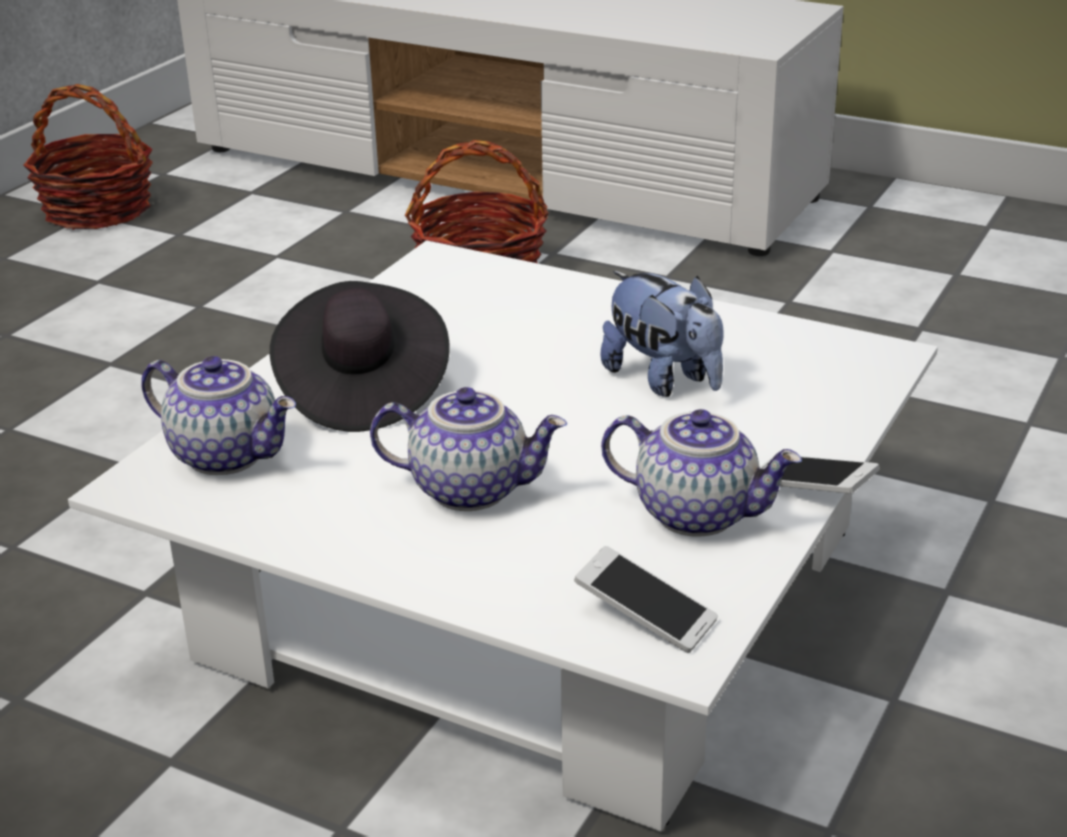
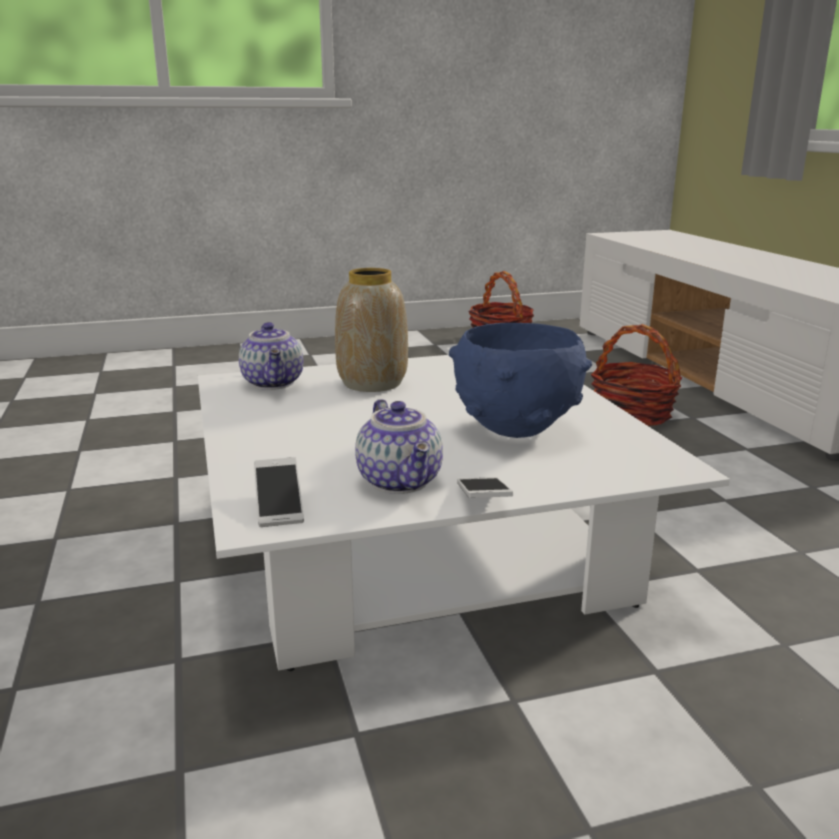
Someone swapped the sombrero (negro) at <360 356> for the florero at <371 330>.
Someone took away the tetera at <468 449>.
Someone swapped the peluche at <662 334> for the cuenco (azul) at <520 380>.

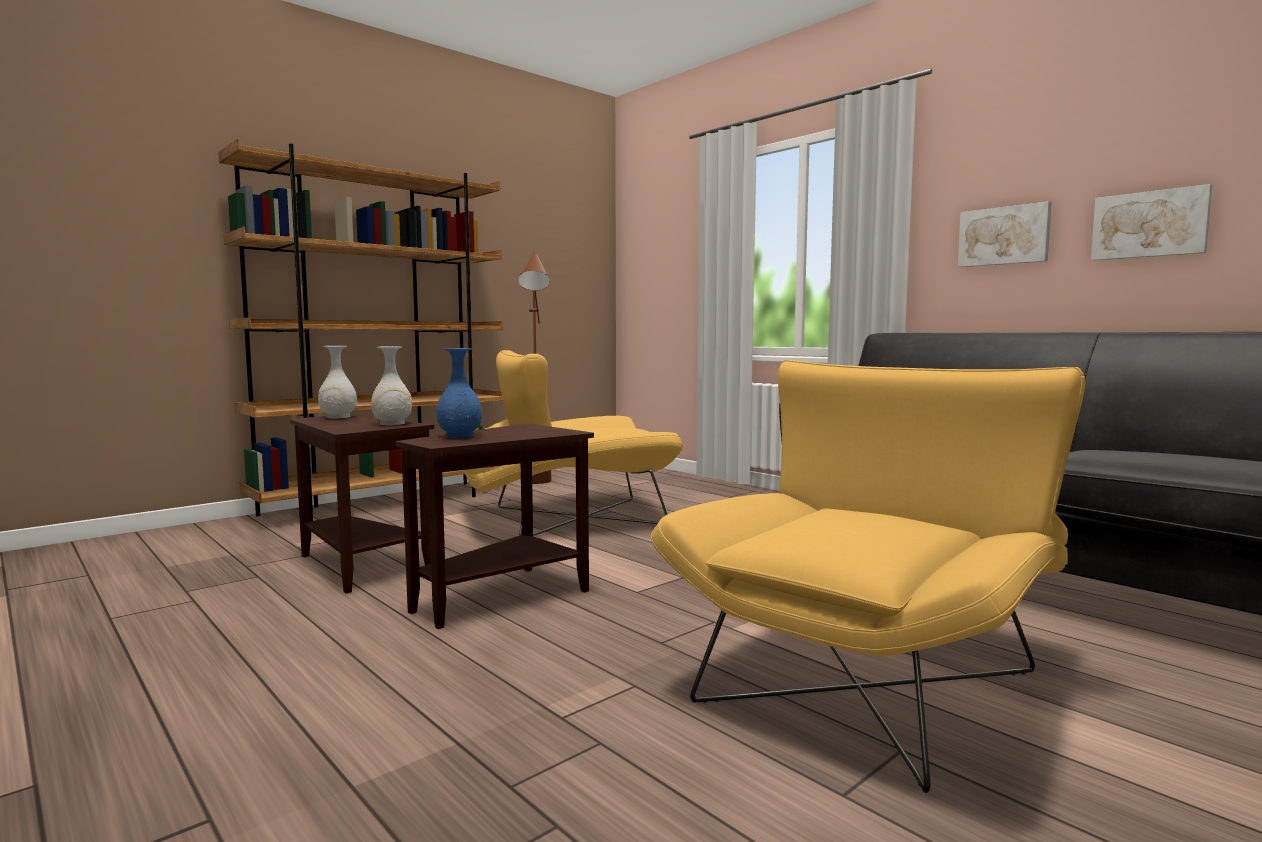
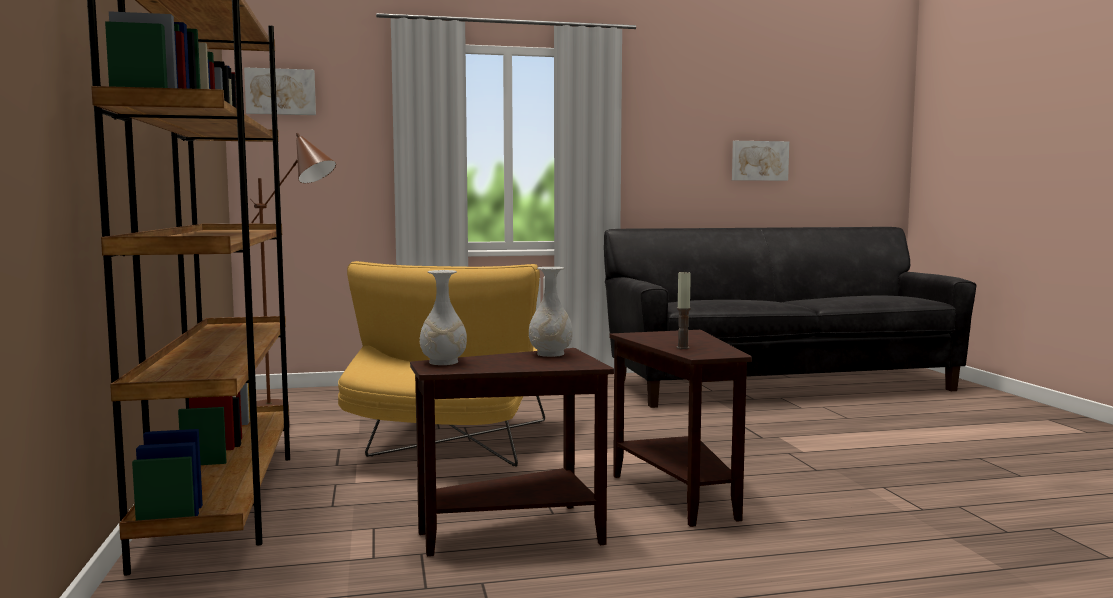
Someone swapped the florero (azul) at <459 393> for the vela at <683 309>.
Someone took away the sillón (amarillo) at <868 576>.
Someone carried the cuadro from <1005 234> to <280 91>.

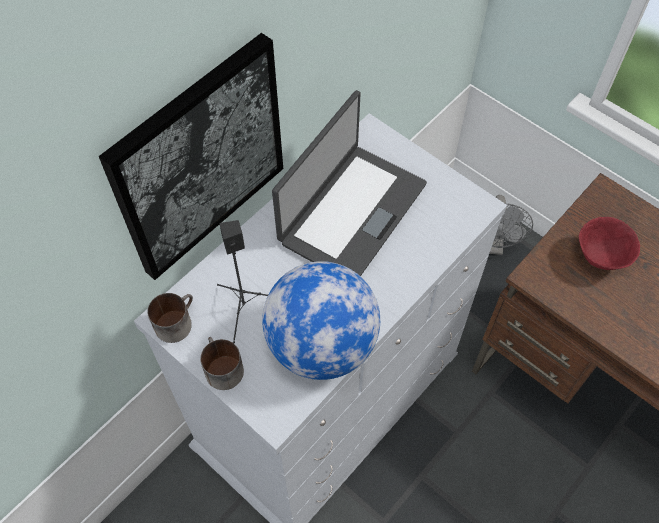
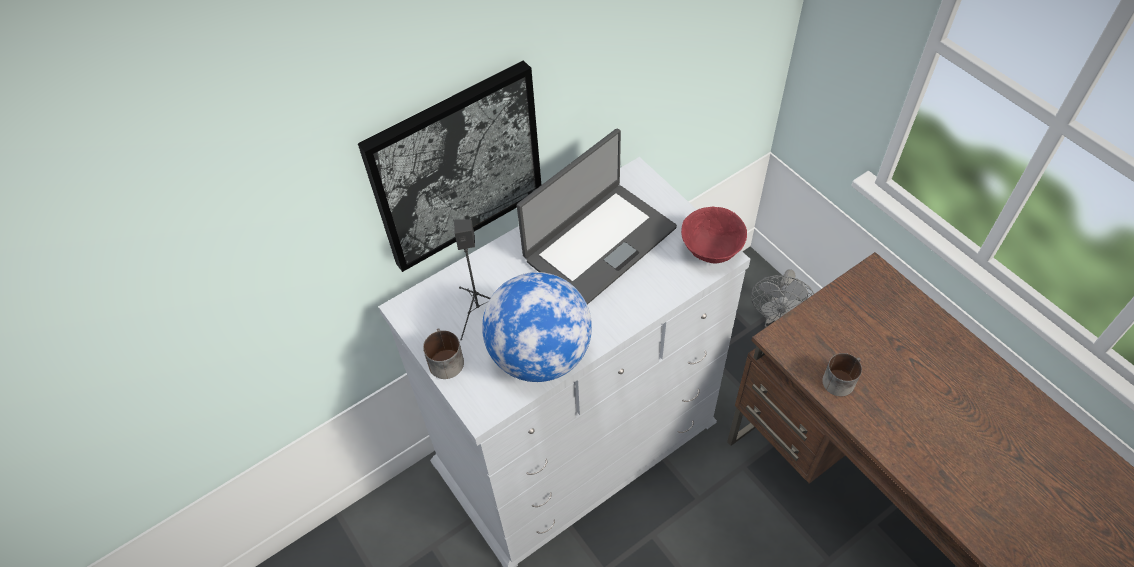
Someone carried the taza grande from <170 318> to <842 374>.
Someone carried the cuenco (rojo) from <609 243> to <714 235>.

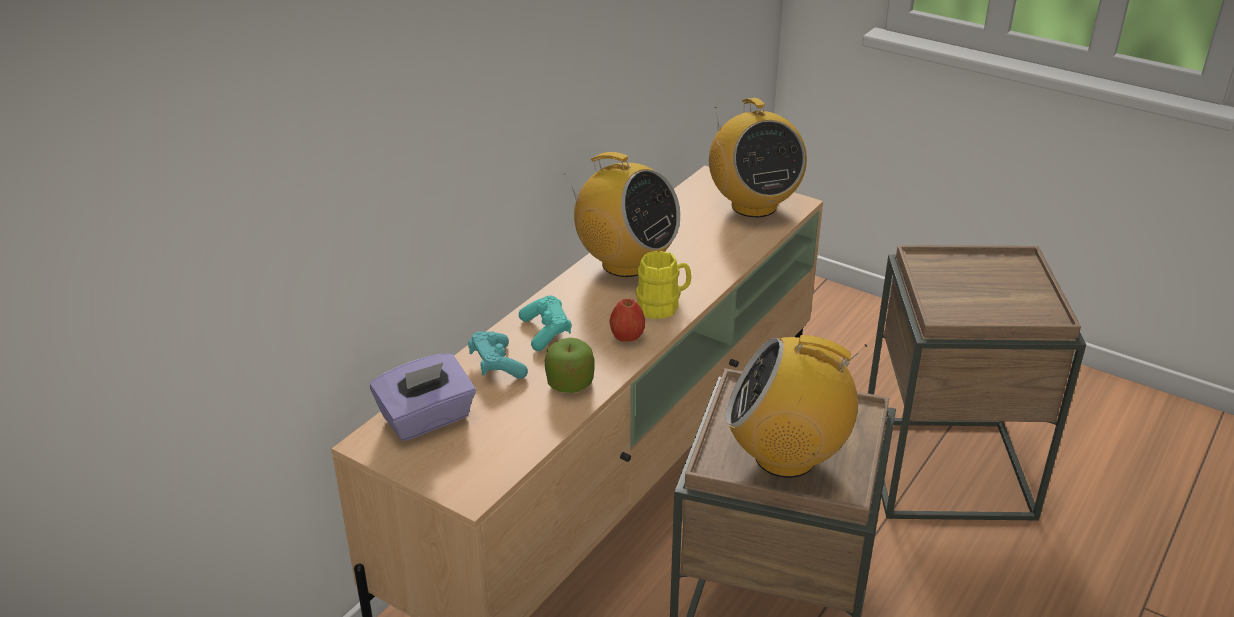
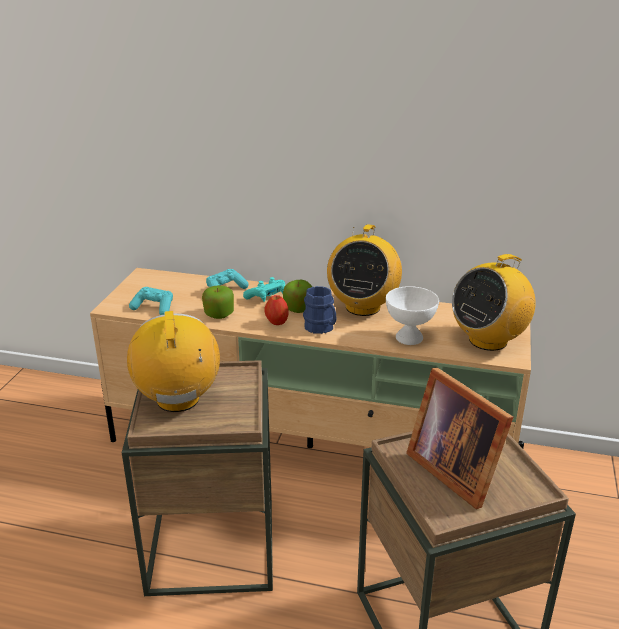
Someone took away the caja de pañuelos (morado) at <423 397>.
Someone repainted the taza grande (amarillo) at <663 285>, which became the taza grande (azul) at <319 310>.
Someone put down the mando de consola (turquesa) at <151 301>.
Someone put down the manzana at <297 296>.
Someone put down the cuenco (blanco) at <412 315>.
Someone put down the portarretratos at <460 438>.

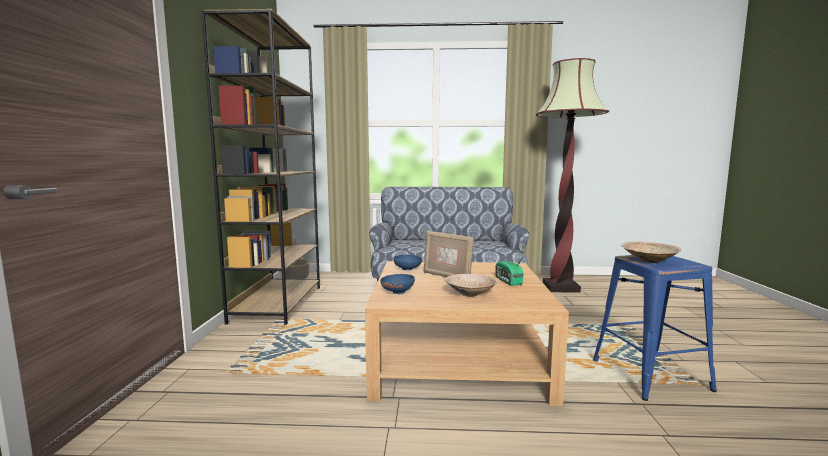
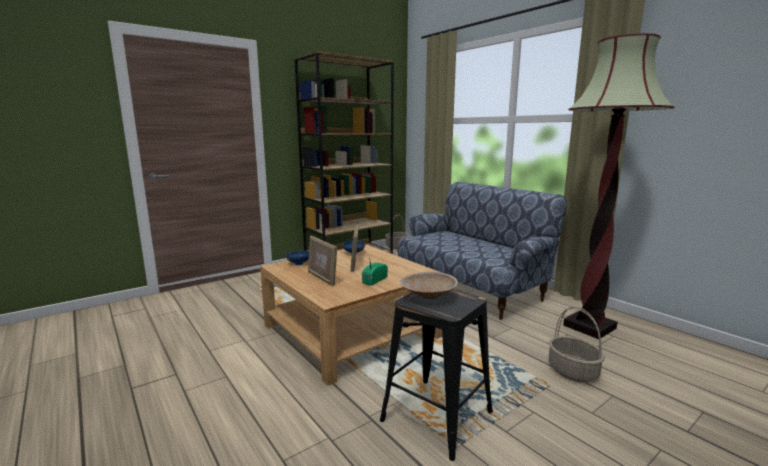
Someone swapped the cuenco (beis) at <471 285> for the portarretratos at <322 261>.
Someone repainted the taburete (azul) at <655 328>, which became the taburete (negro) at <436 375>.
Someone put down the cesta at <577 344>.

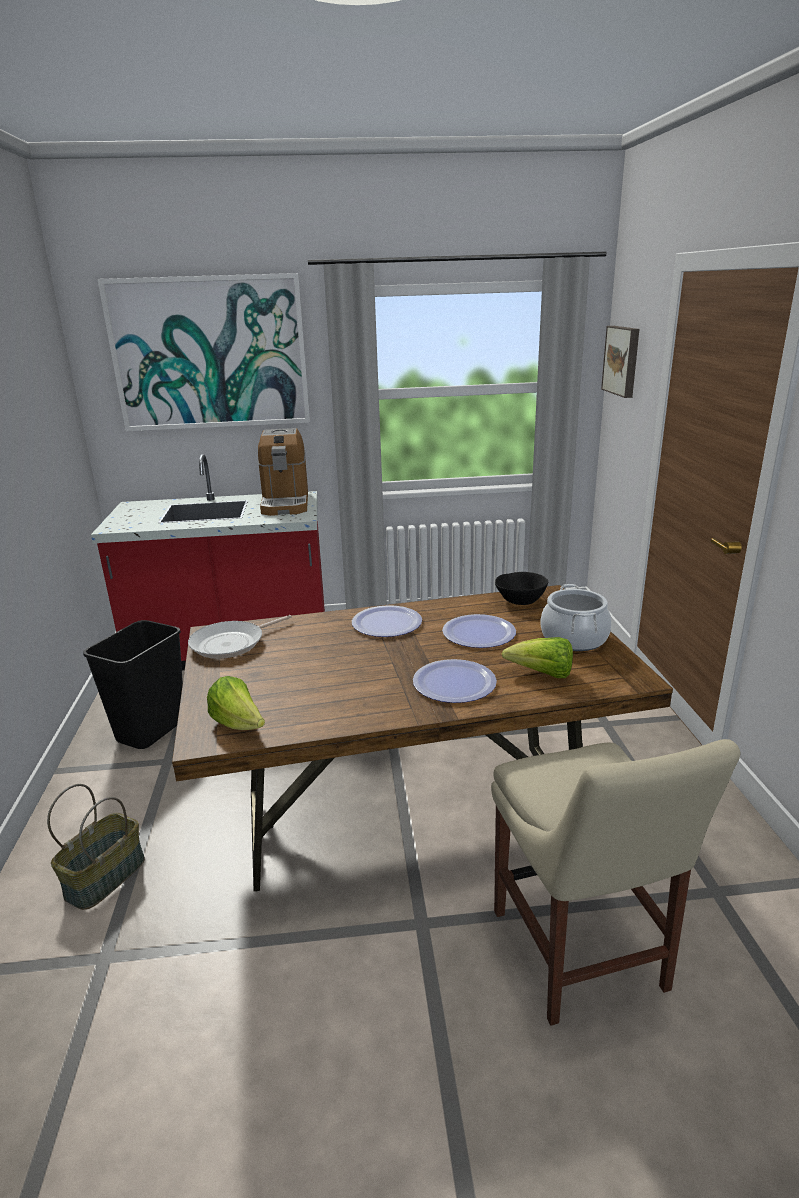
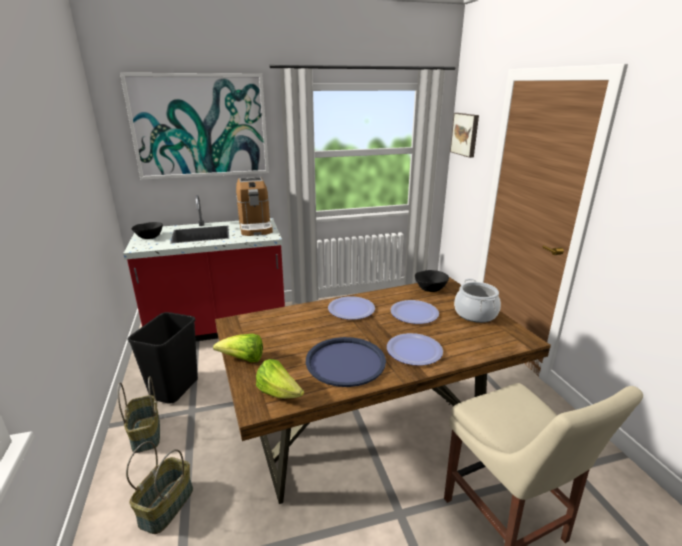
Someone took away the sartén at <240 637>.
Someone carried the lechuga from <537 657> to <238 348>.
Someone put down the cesta at <138 414>.
Someone put down the cuenco (negro) at <147 230>.
Someone put down the bandeja (azul) at <346 362>.

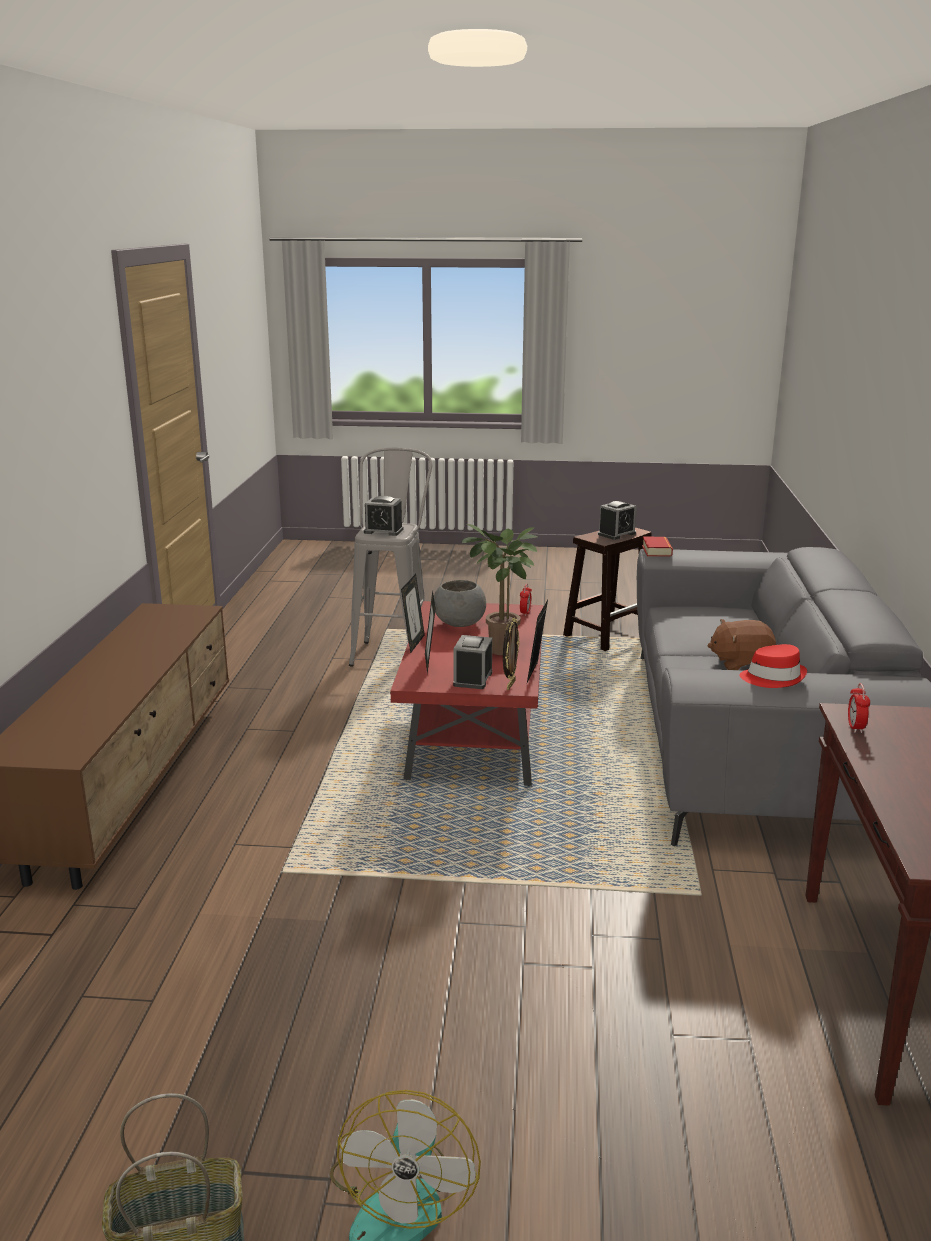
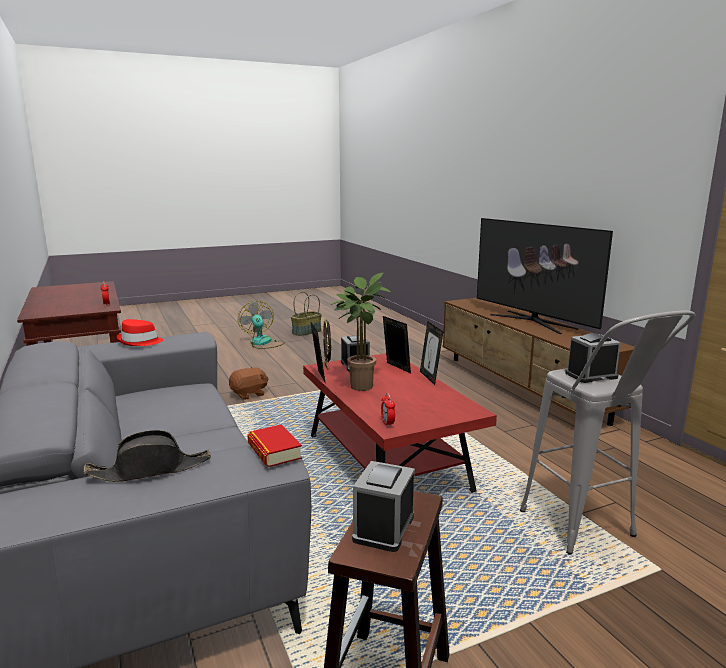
Someone took away the cuenco (gris) at <460 603>.
Someone carried the peluche (marrón) from <741 644> to <248 383>.
Someone put down the sombrero (negro) at <147 456>.
Someone put down the televisor at <545 276>.

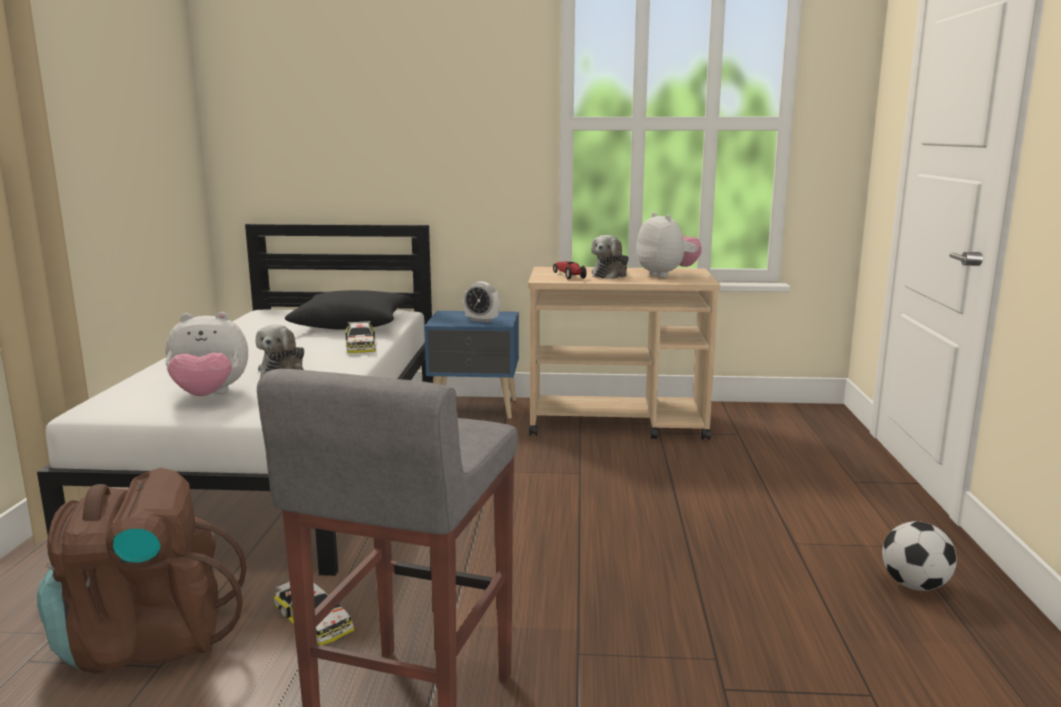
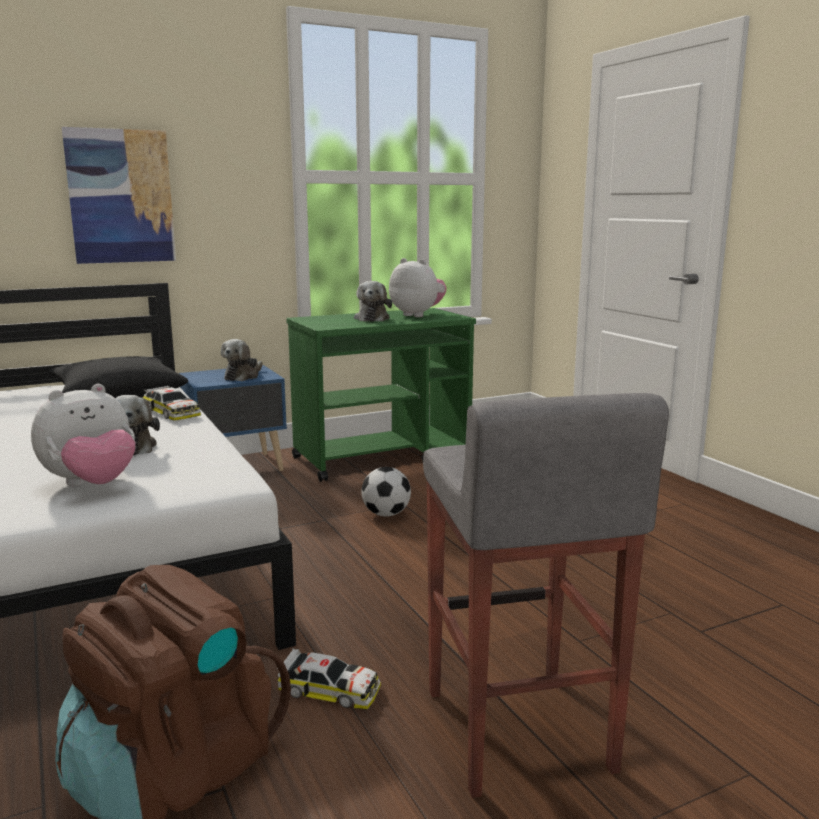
Someone swapped the despertador at <481 302> for the peluche at <241 360>.
Someone repainted the carrito (beis) at <624 353>, which became the carrito (verde) at <381 395>.
Someone took away the coche de juguete at <570 271>.
Someone carried the balón de fútbol from <919 556> to <386 492>.
Someone put up the cuadro at <119 195>.

